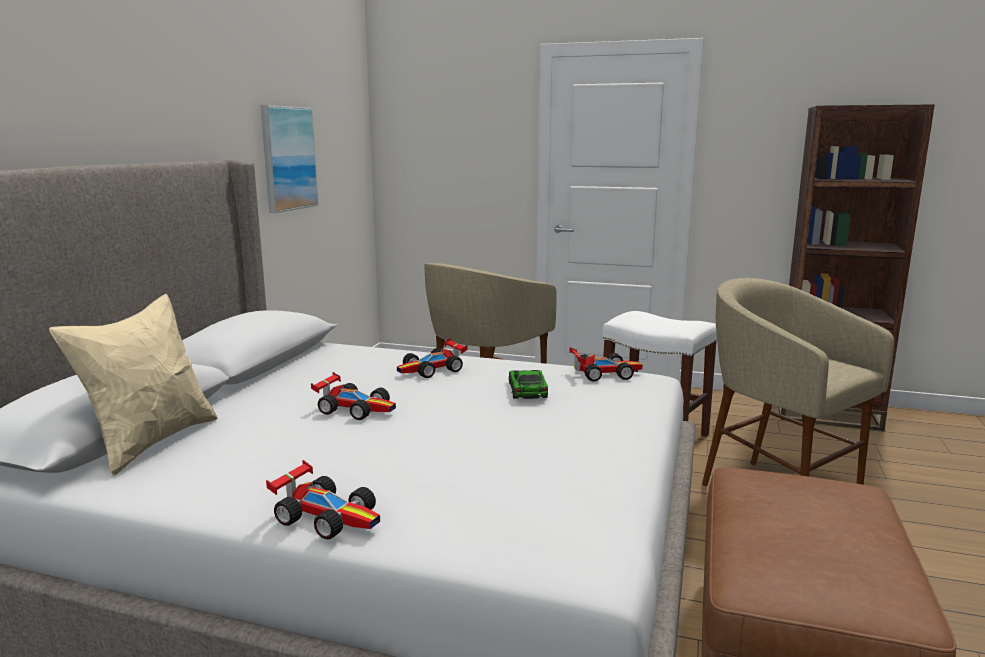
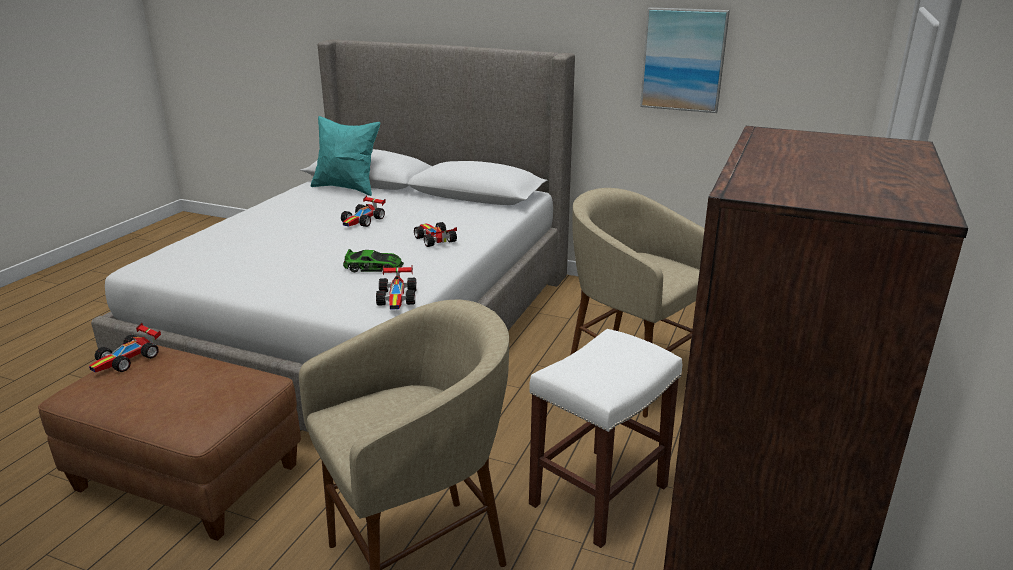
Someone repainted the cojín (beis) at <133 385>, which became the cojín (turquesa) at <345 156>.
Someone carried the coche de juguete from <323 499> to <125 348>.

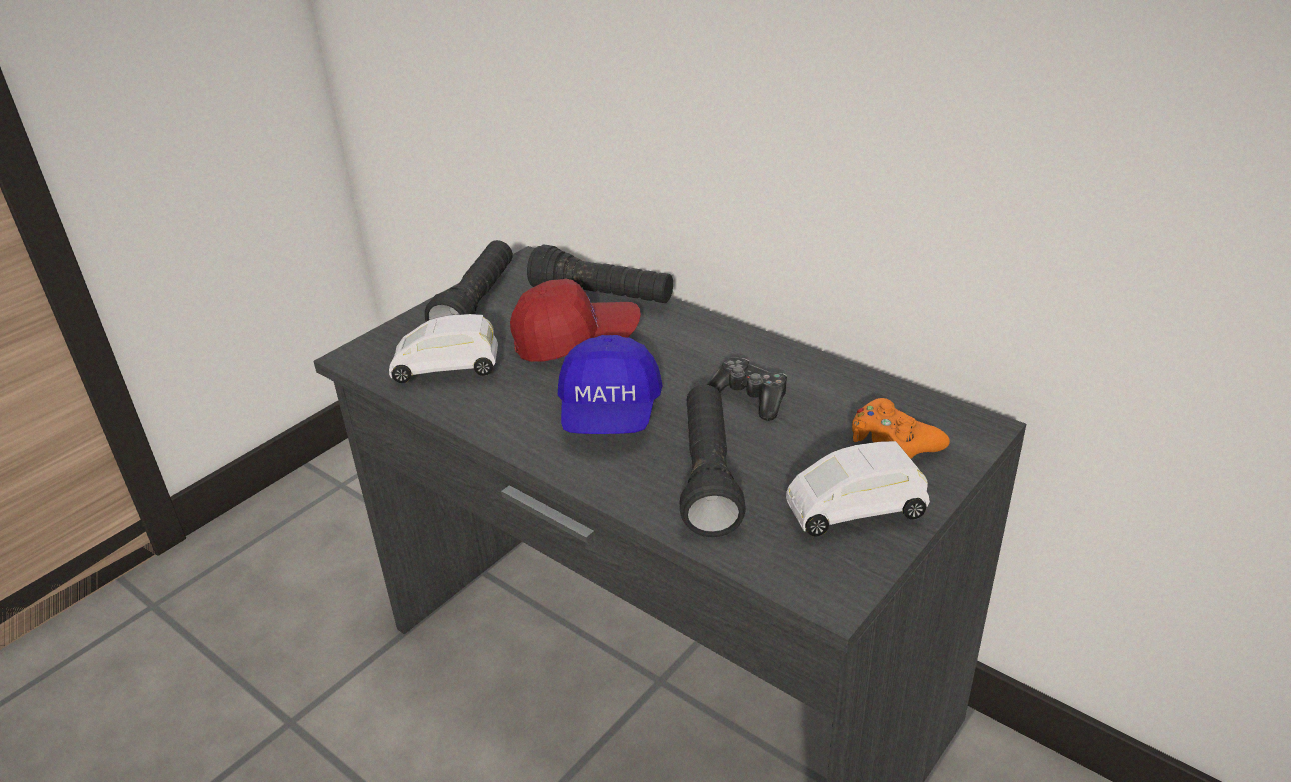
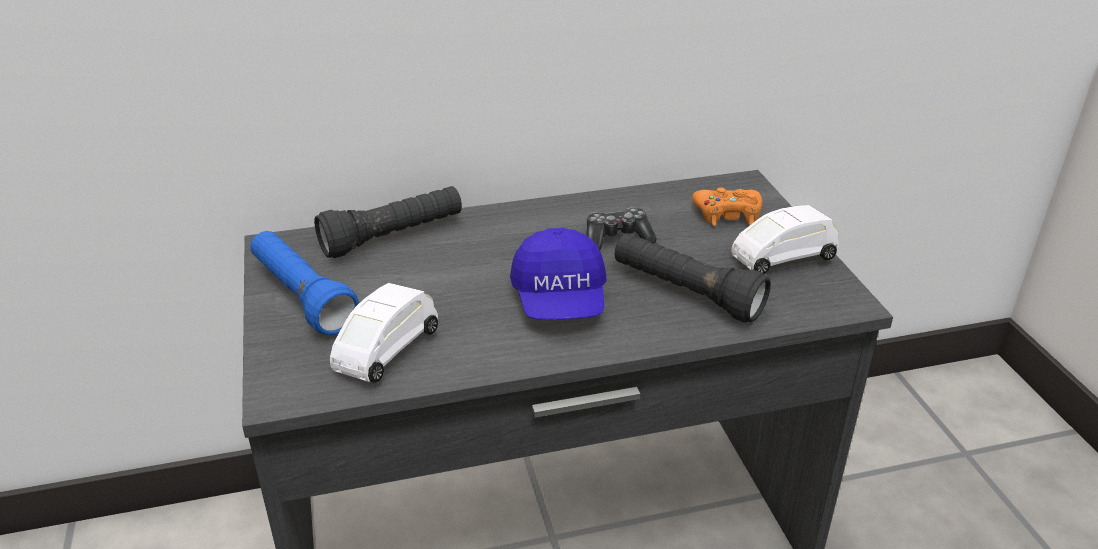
Someone repainted the linterna (negro) at <469 281>, which became the linterna (azul) at <304 283>.
Someone took away the gorra (rojo) at <575 320>.
Someone rotated the gorra (azul) at <610 384> by 45 degrees clockwise.
Someone rotated the coche de juguete (blanco) at <858 488> by 45 degrees clockwise.

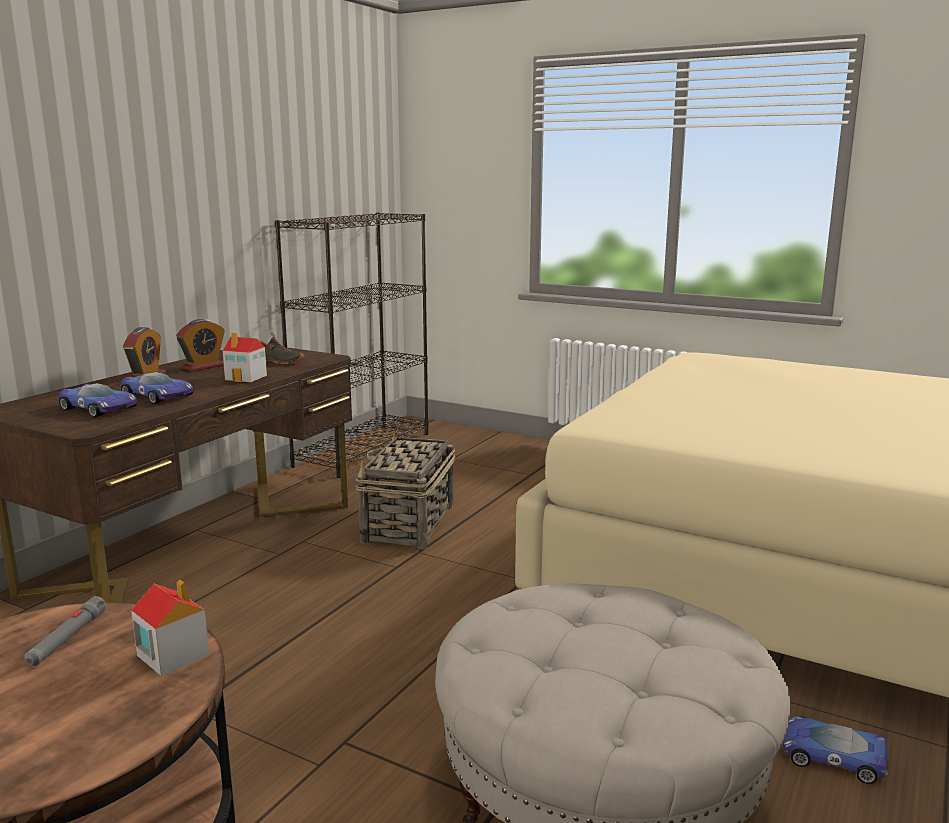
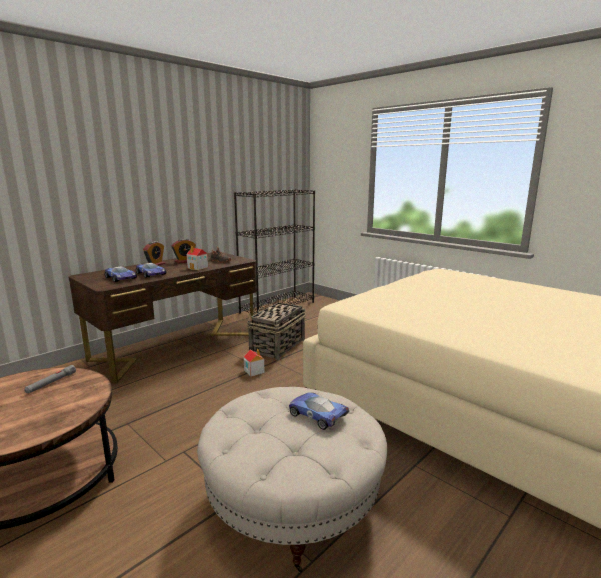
Someone carried the casita from <170 628> to <254 363>.
Someone carried the coche de juguete from <835 750> to <319 411>.

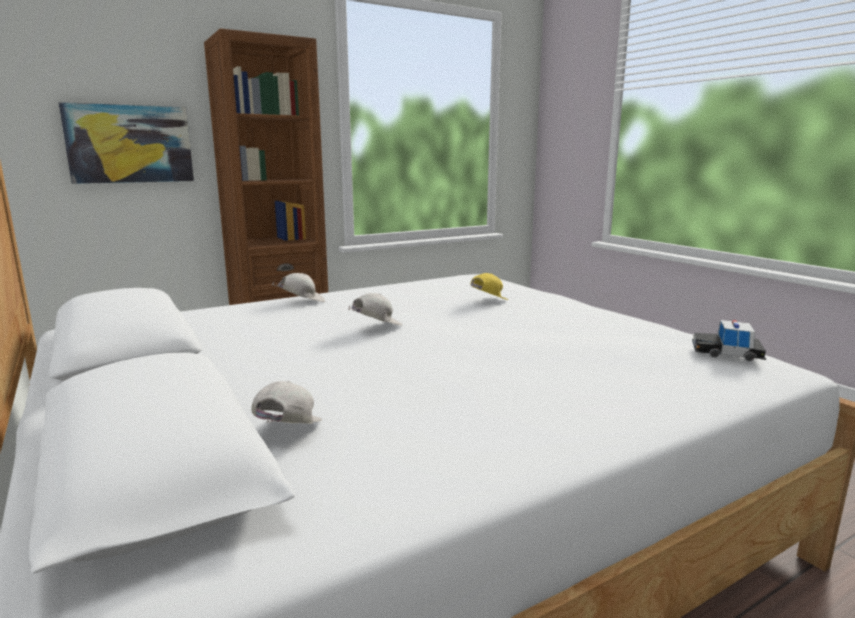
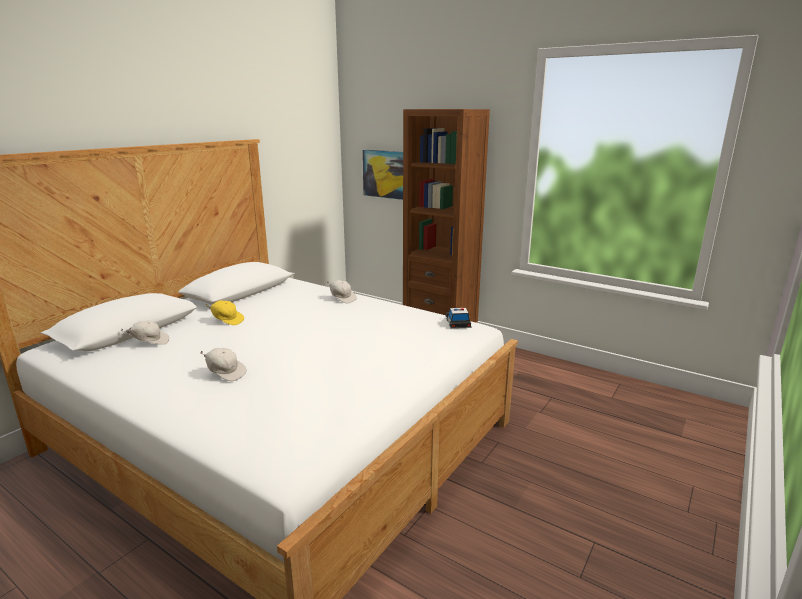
Someone carried the gorra (blanco) from <375 309> to <223 364>.
Someone carried the gorra (amarillo) from <489 286> to <224 312>.
Someone carried the coche de juguete from <729 340> to <458 318>.

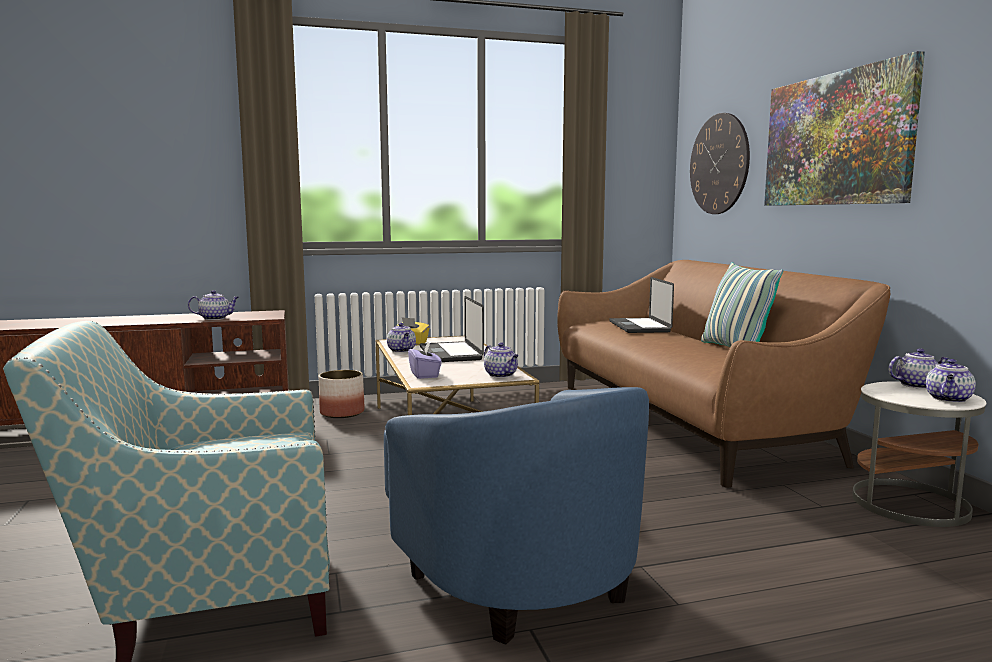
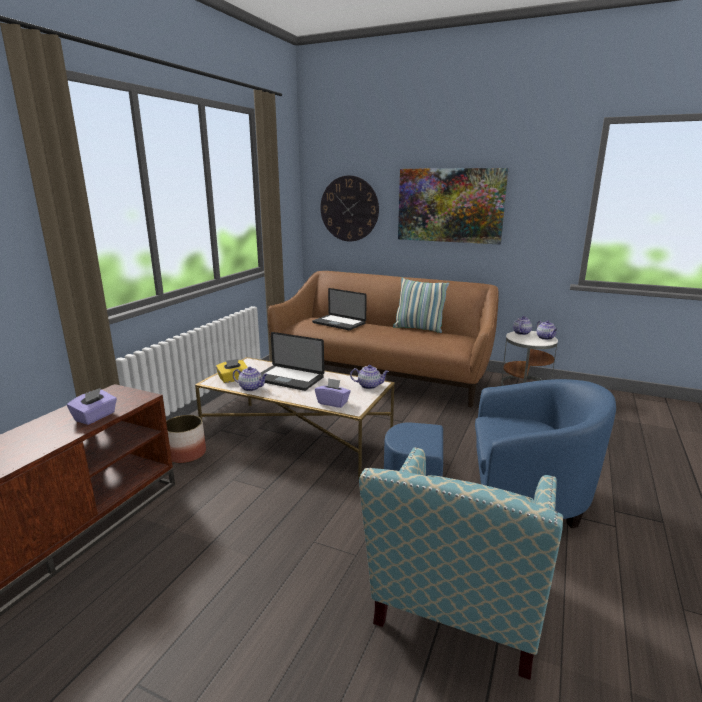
Someone swapped the tetera at <213 305> for the caja de pañuelos (morado) at <92 406>.

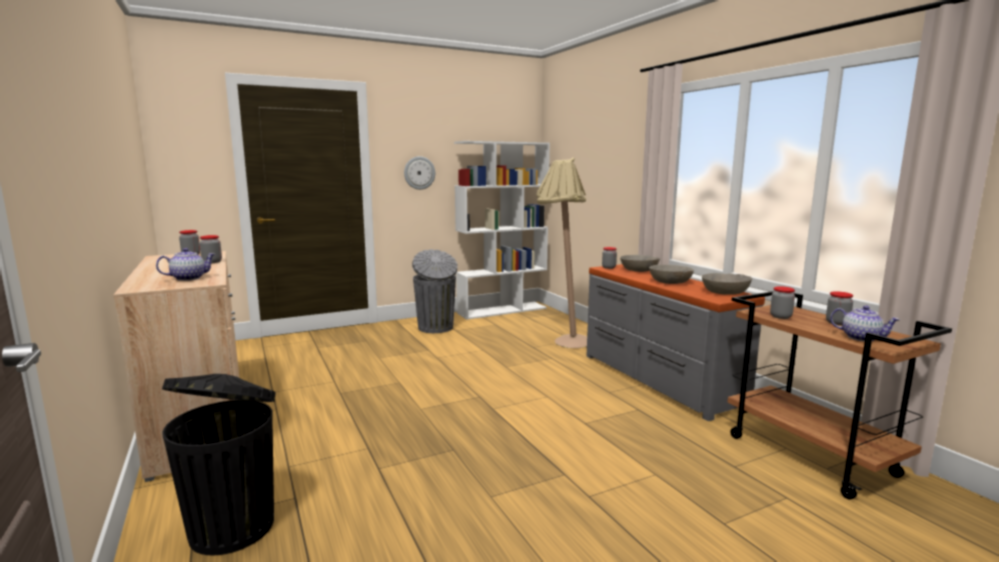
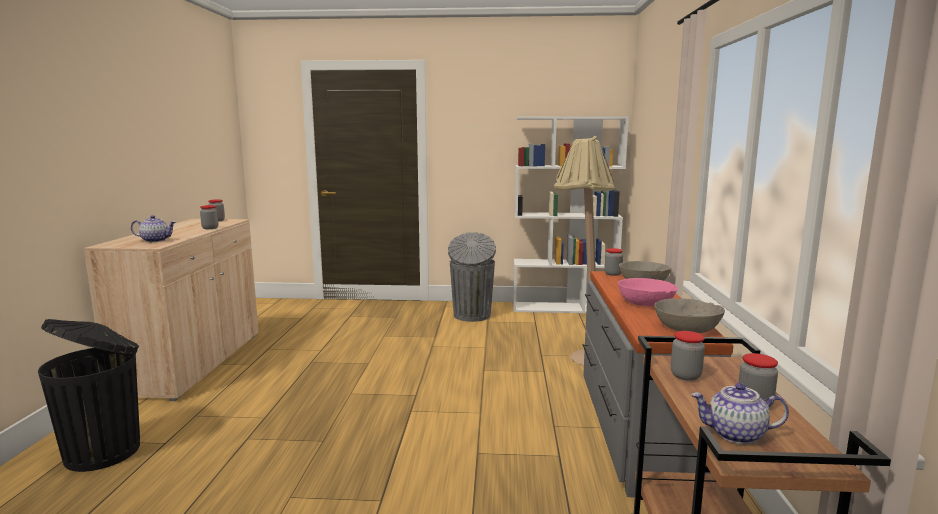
Someone took away the reloj de pared at <419 173>.
Someone repainted the cuenco (gris) at <671 274>, which became the cuenco (rosa) at <648 292>.
Someone rotated the tetera at <865 323> by 120 degrees clockwise.

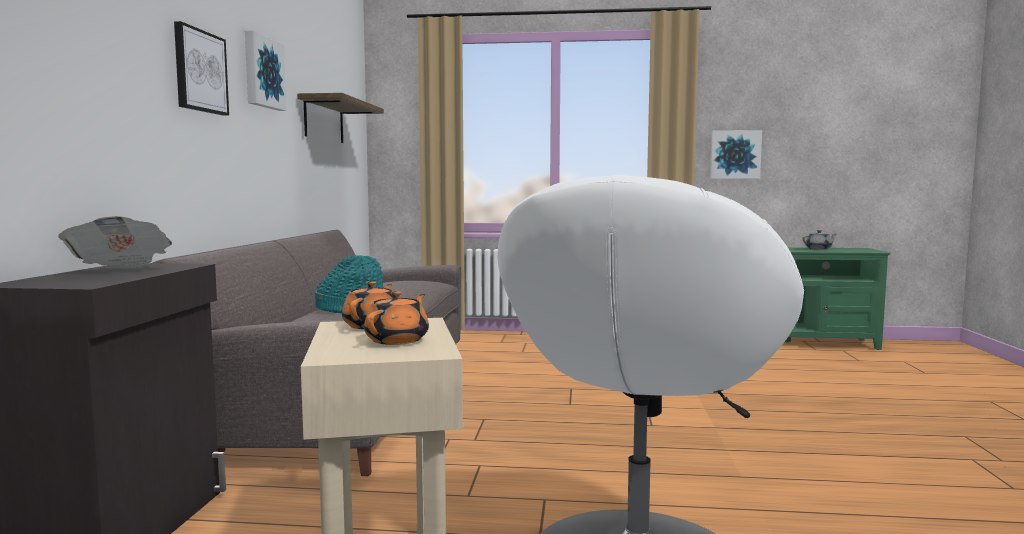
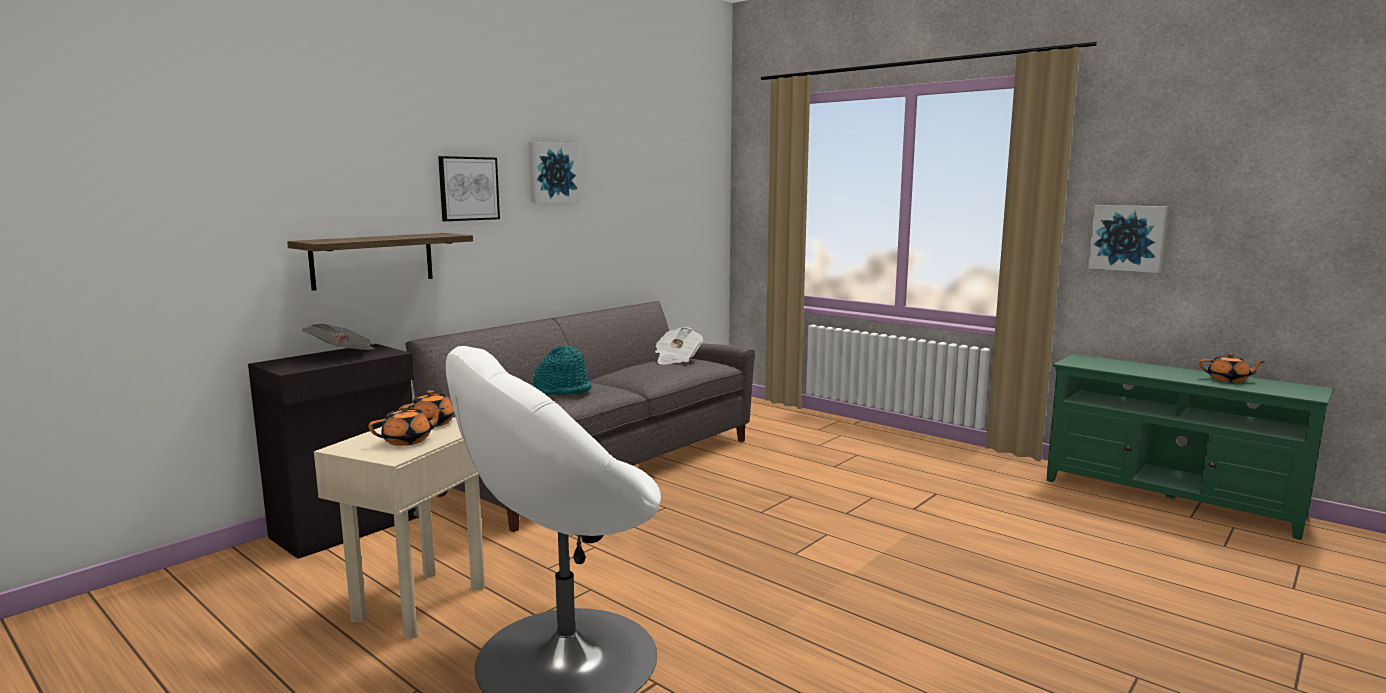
Someone carried the estante from <340 118> to <380 262>.
Someone repainted the tetera (gris) at <819 240>, which became the tetera (naranja) at <1232 367>.
Someone put down the periódico at <679 346>.

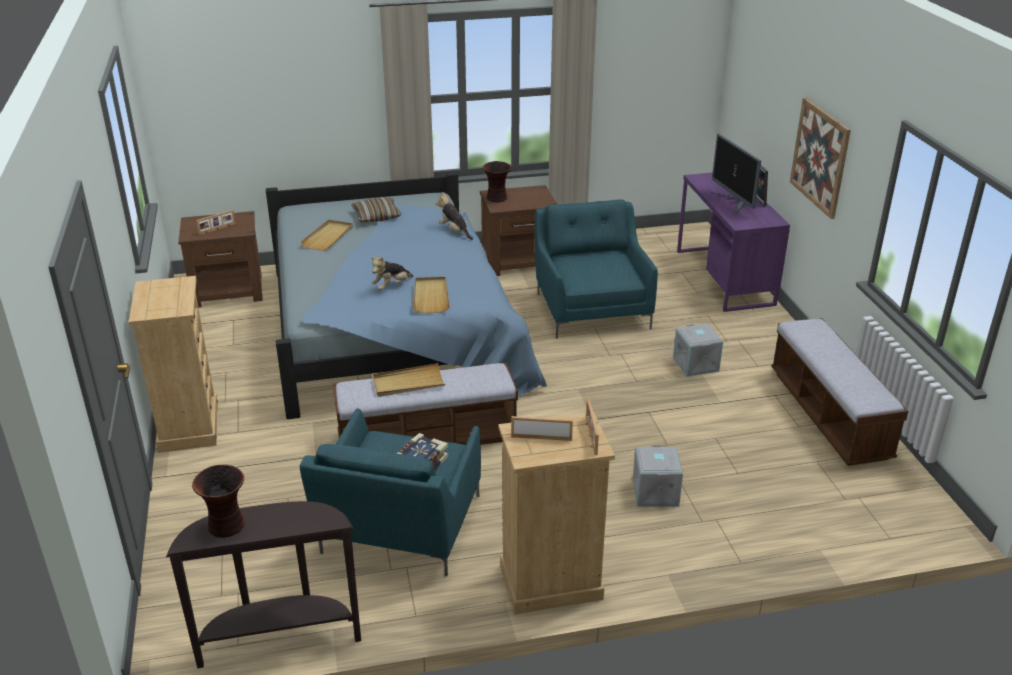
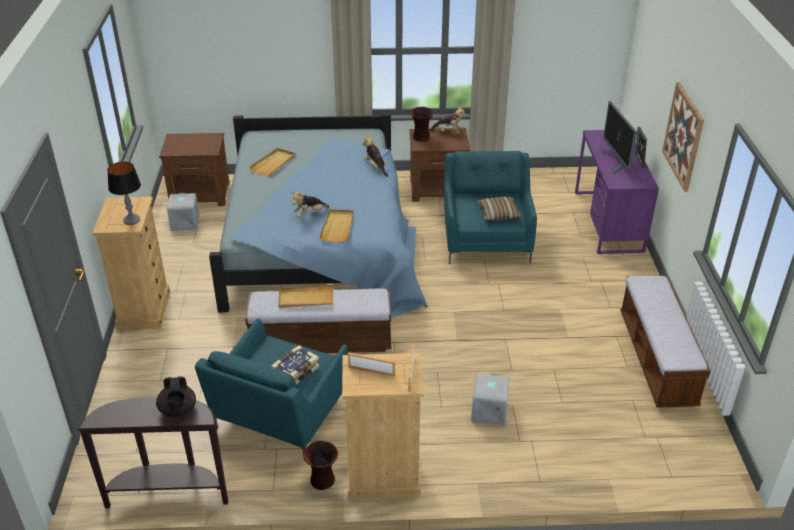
Someone carried the florero from <218 501> to <320 465>.
Someone took away the portarretratos at <216 222>.
Someone carried the cojín from <376 209> to <499 209>.
Someone carried the caja de almacenaje (gris) from <698 350> to <183 212>.
Someone put down the lámpara de mesa at <124 193>.
Someone put down the tetera (negro) at <176 397>.
Someone put down the peluche at <448 119>.

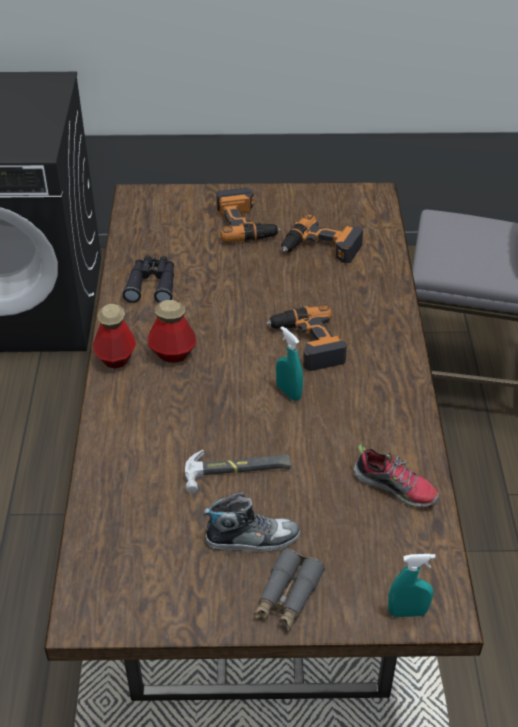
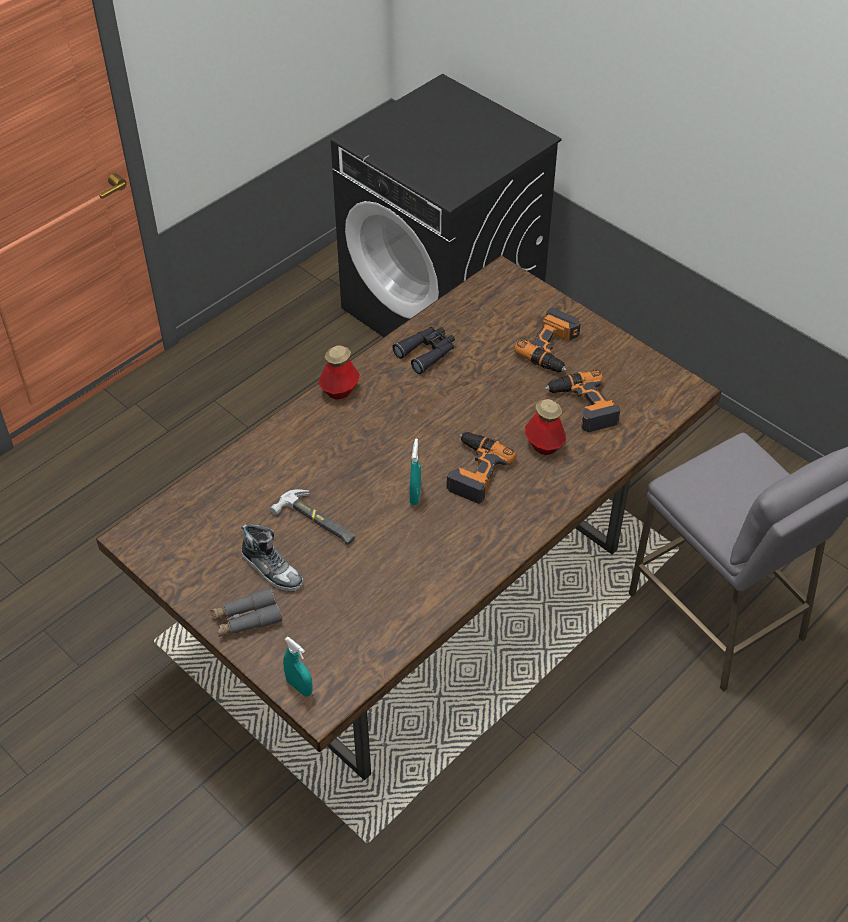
Someone carried the botella from <172 331> to <545 427>.
Someone took away the zapato at <396 475>.

